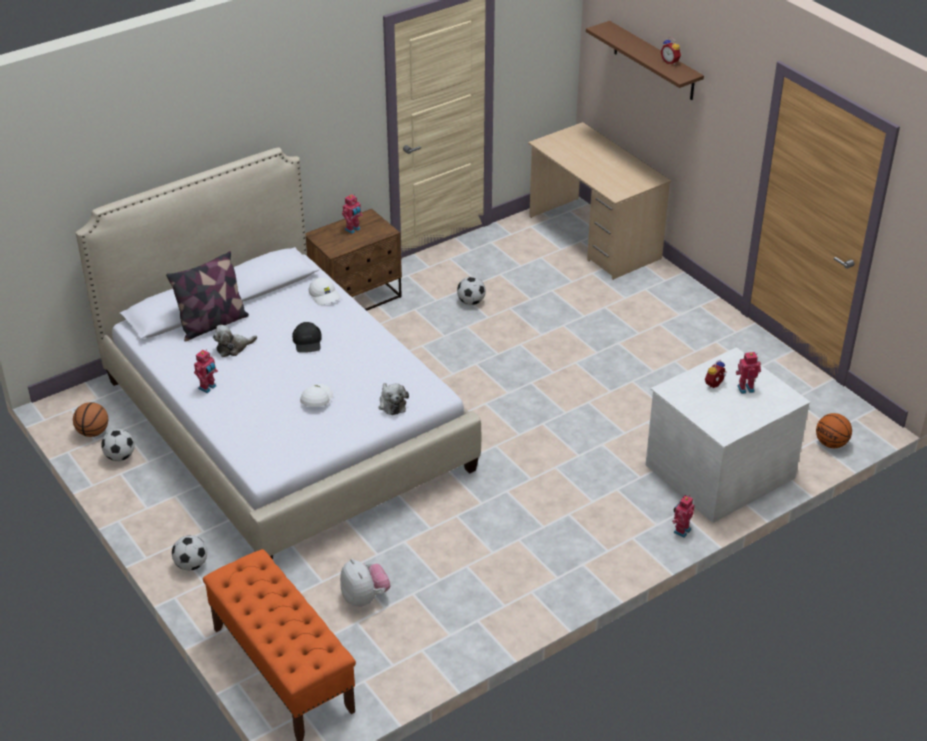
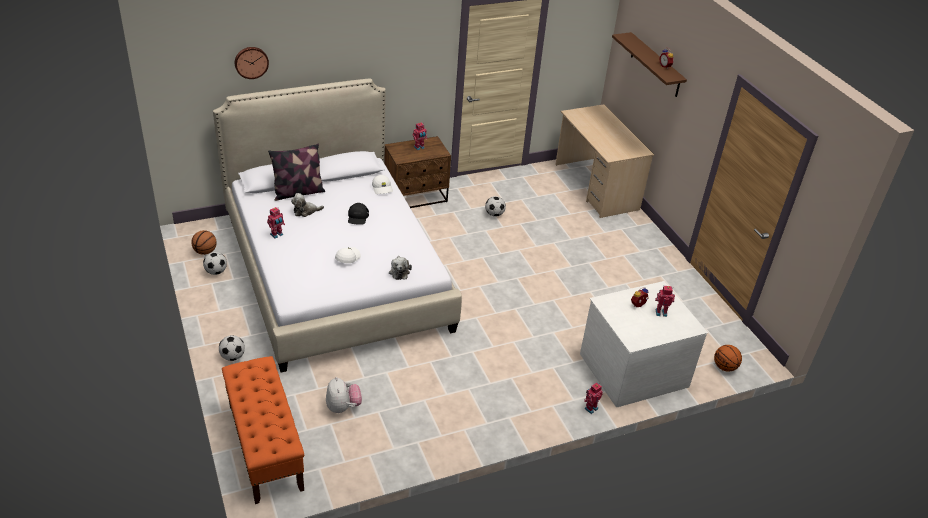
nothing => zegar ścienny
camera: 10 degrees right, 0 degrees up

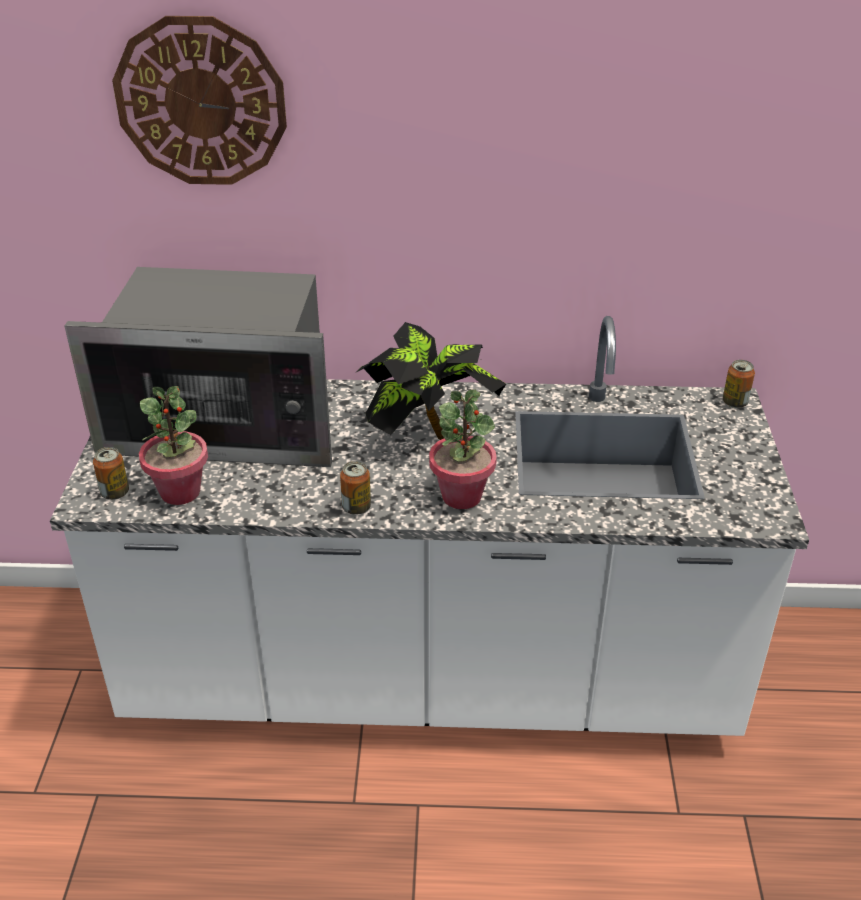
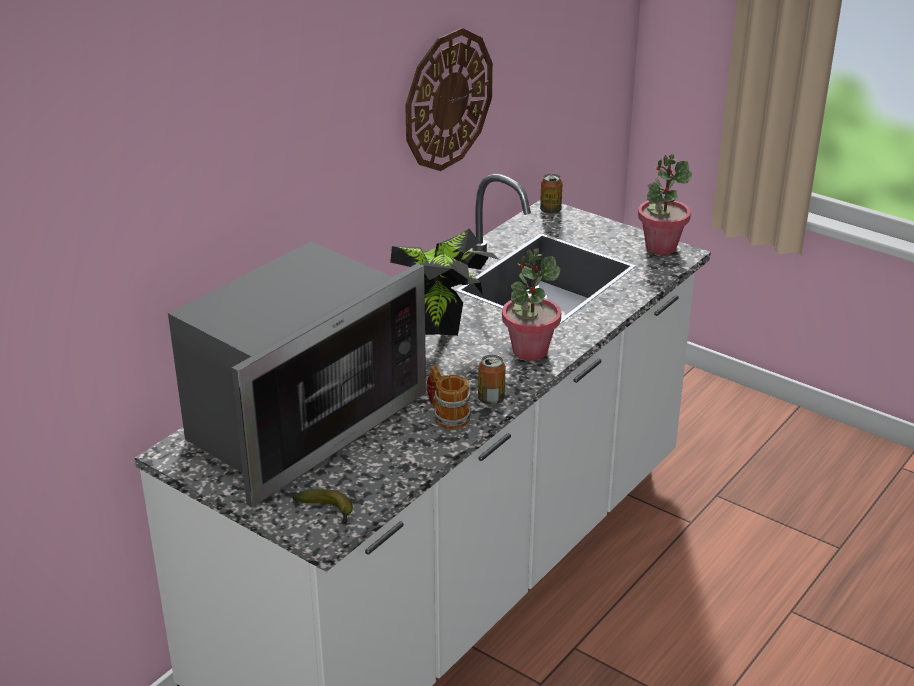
zegar ścienny, relocated
roślina doniczkowa (no. 1 from left in the first image) => roślina doniczkowa (no. 3 from left), relocated
puszka (no. 1 from left) => banan
nothing => kubek
camera: 55 degrees left, 5 degrees down

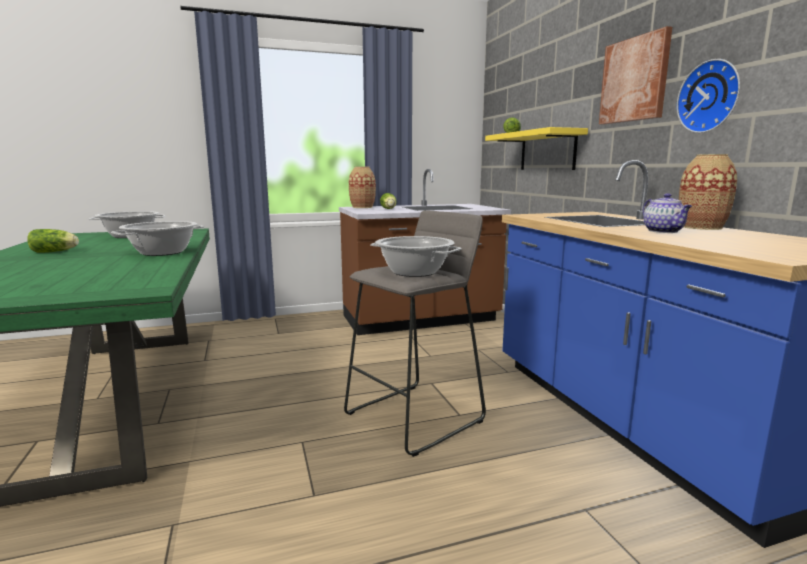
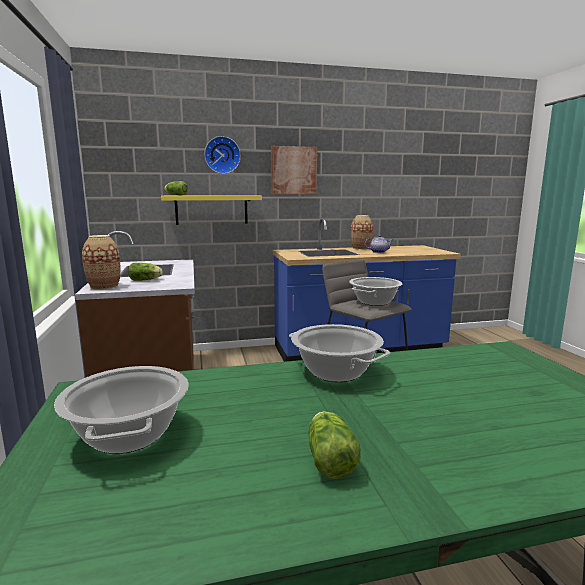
zegar ścienny, relocated
camera: 85 degrees left, 0 degrees up

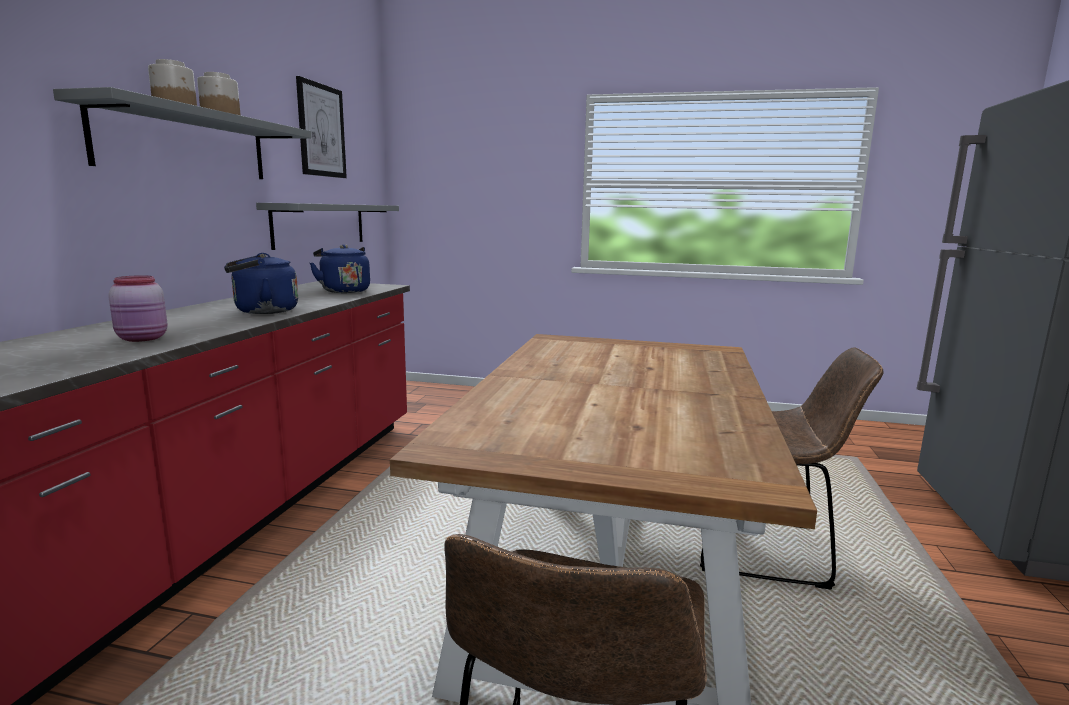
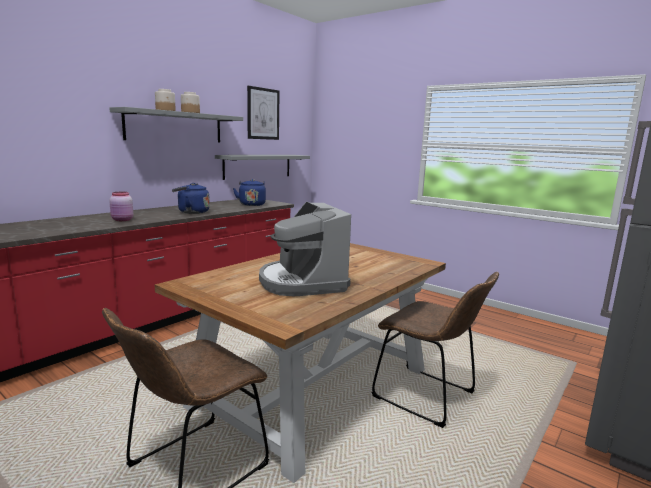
nothing => ekspres do kawy
camera: 25 degrees right, 0 degrees up

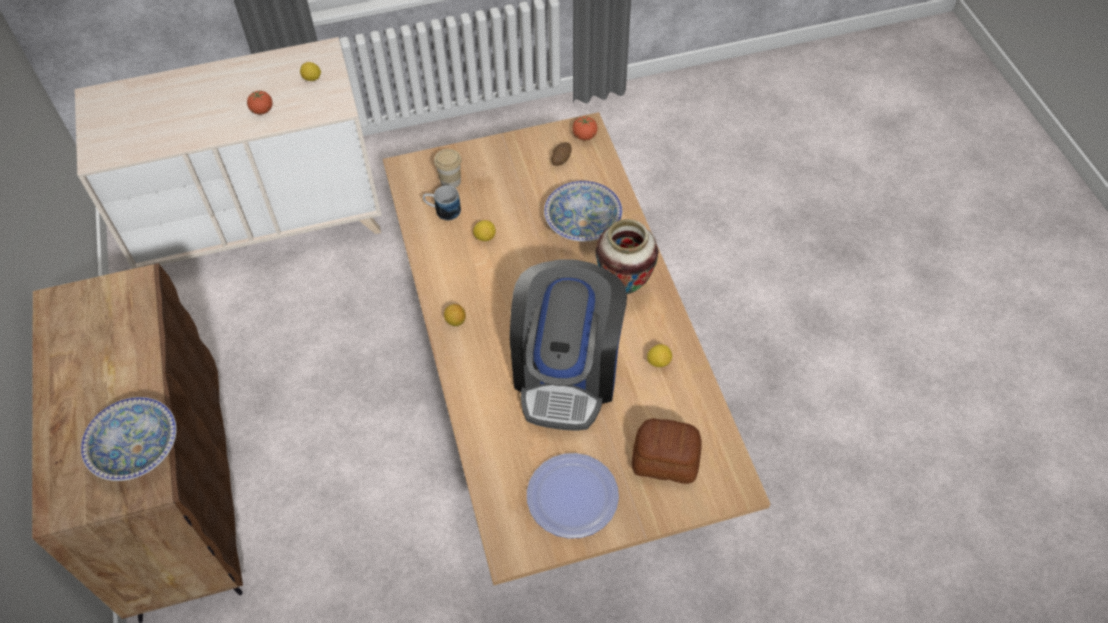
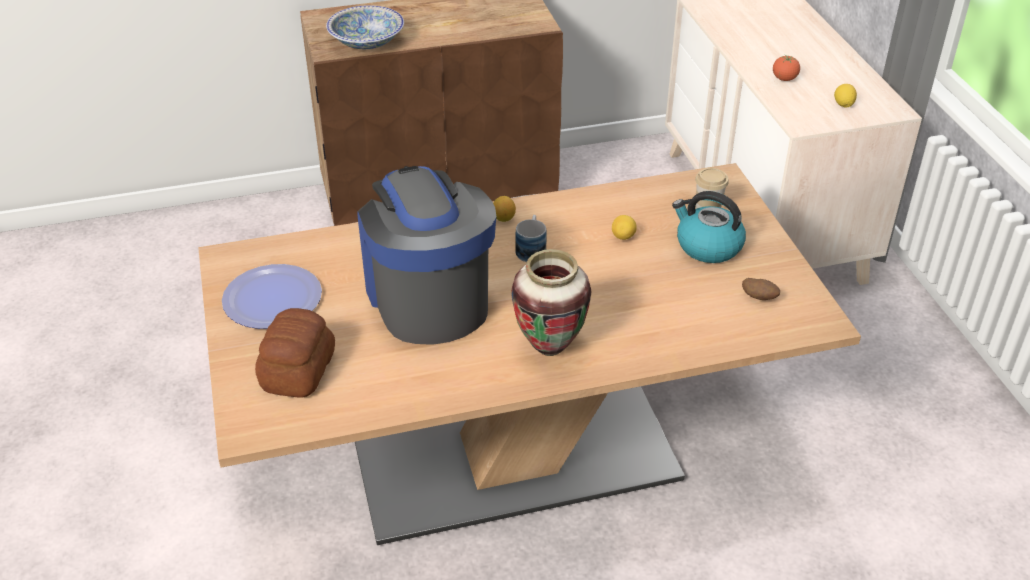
pomidor (no. 2 from left) => nothing
miska (no. 2 from left) => nothing
kubek, relocated
ekspres do kawy, 60 degrees clockwise
cytryna (no. 4 from left) => nothing
nothing => czajnik
camera: 90 degrees right, 15 degrees down

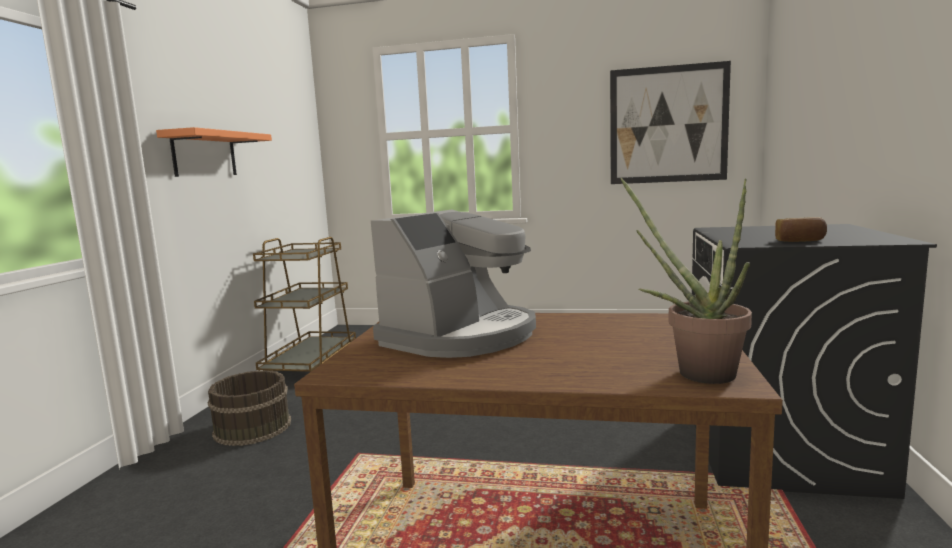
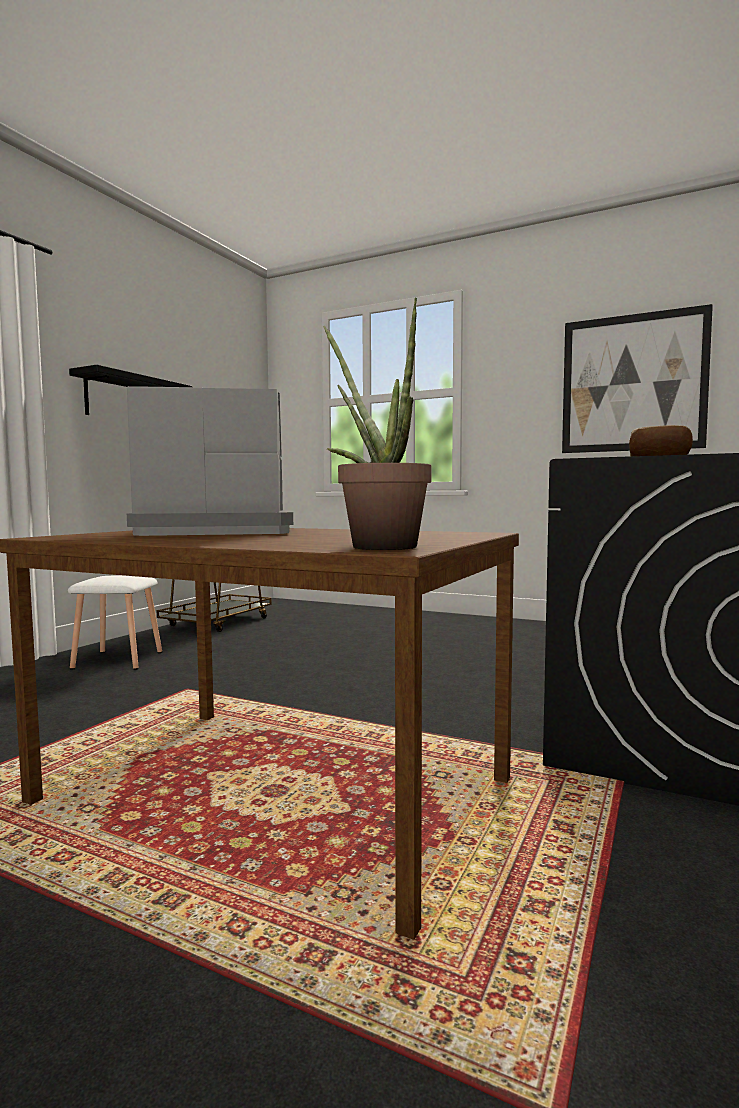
półka/pomarańczowy => półka/czarny
ekspres do kawy, 150 degrees counterclockwise
wiadro/brązowy => stołek/biały
camera: 15 degrees right, 5 degrees down

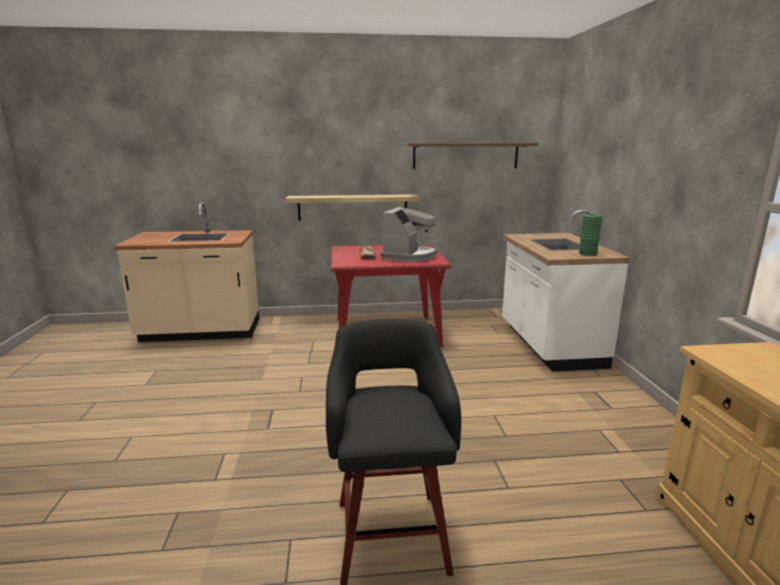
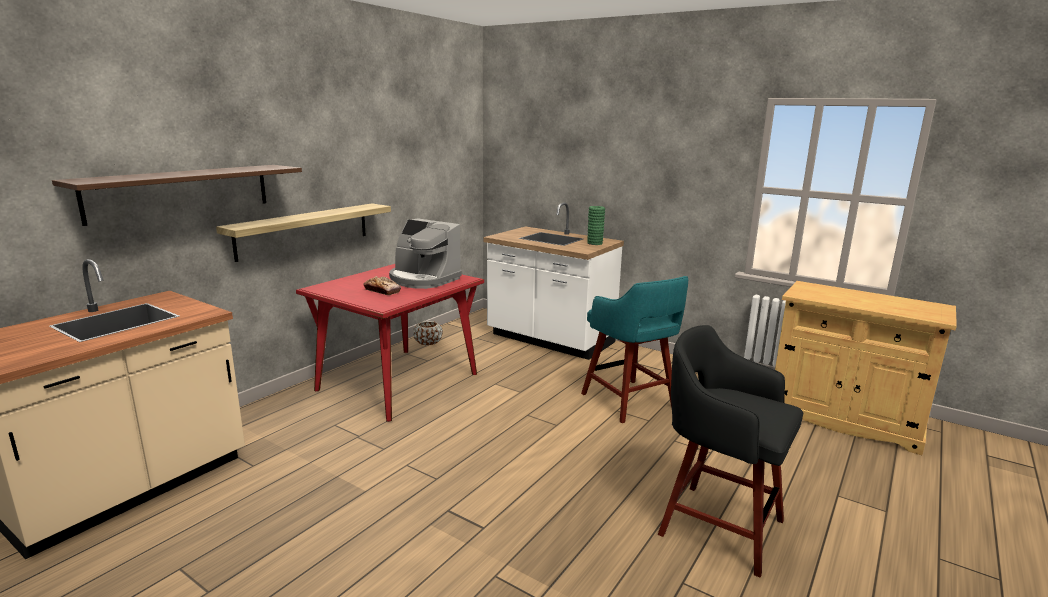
półka (no. 2 from left in the first image) => półka (no. 1 from left), relocated
ekspres do kawy, 150 degrees clockwise
nothing => stołek/turkusowy
nothing => donica/brązowy
camera: 50 degrees left, 0 degrees up

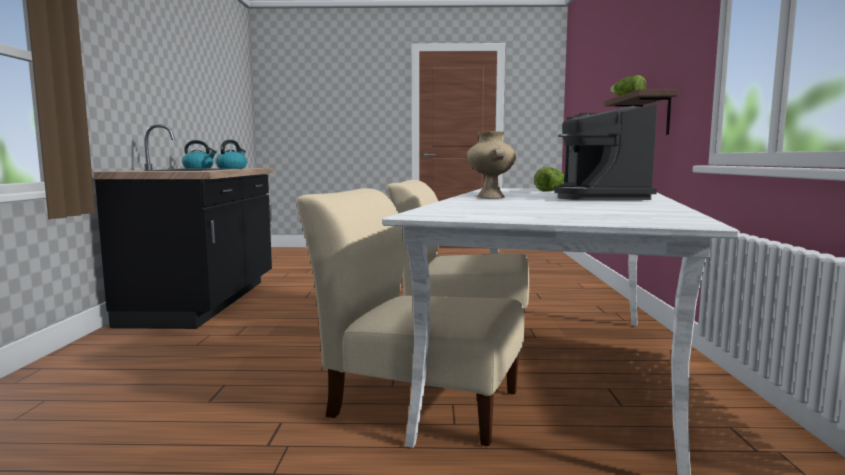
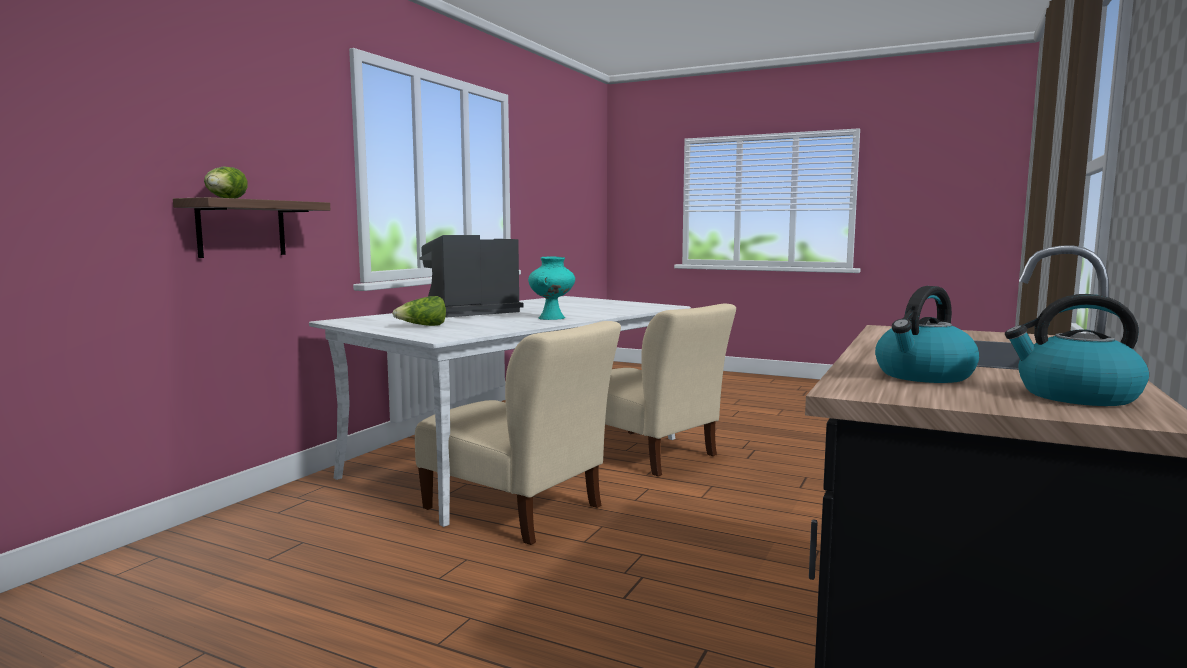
ekspres do kawy, 150 degrees counterclockwise
wazon/beżowy => wazon/turkusowy
camera: 155 degrees left, 0 degrees up

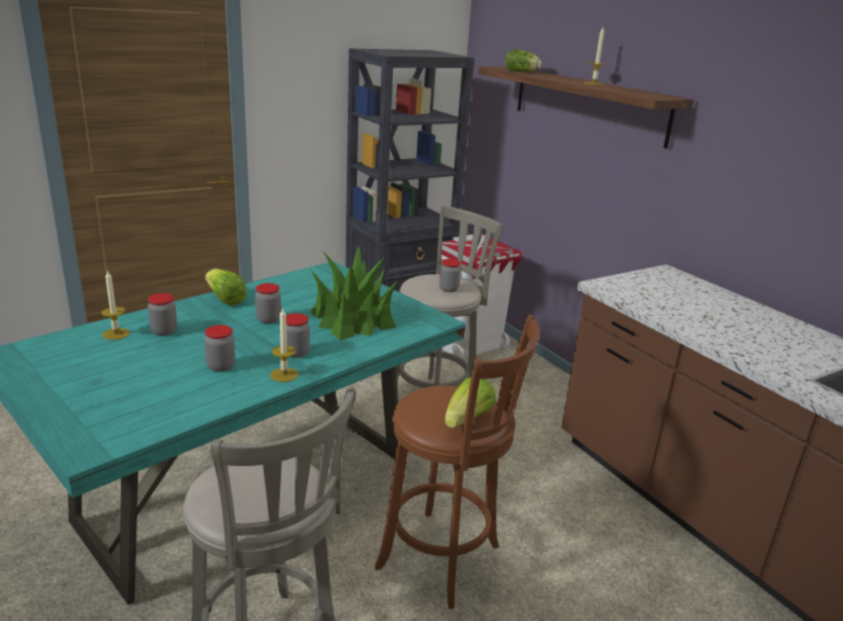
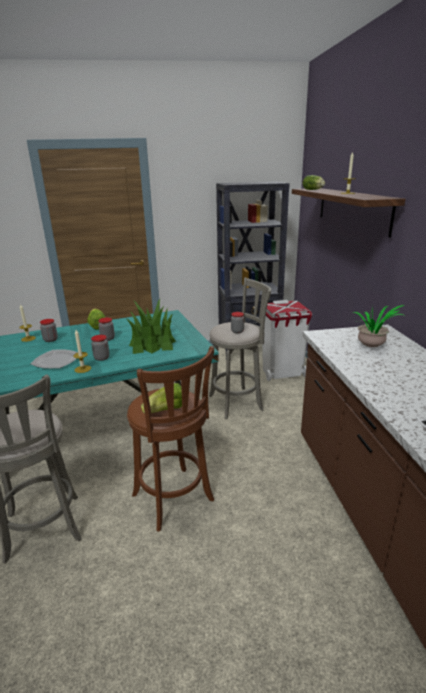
słoik (no. 2 from left) => talerz
nothing => roślina doniczkowa (no. 2 from left)
camera: 25 degrees right, 0 degrees up

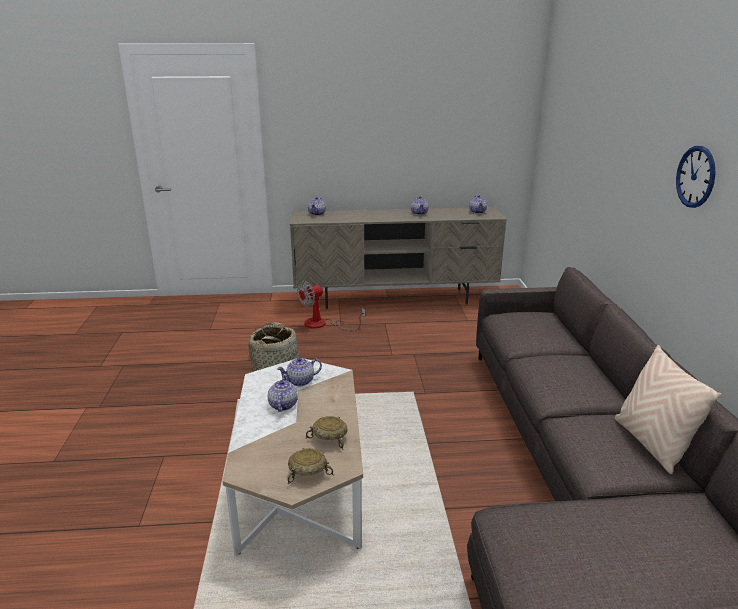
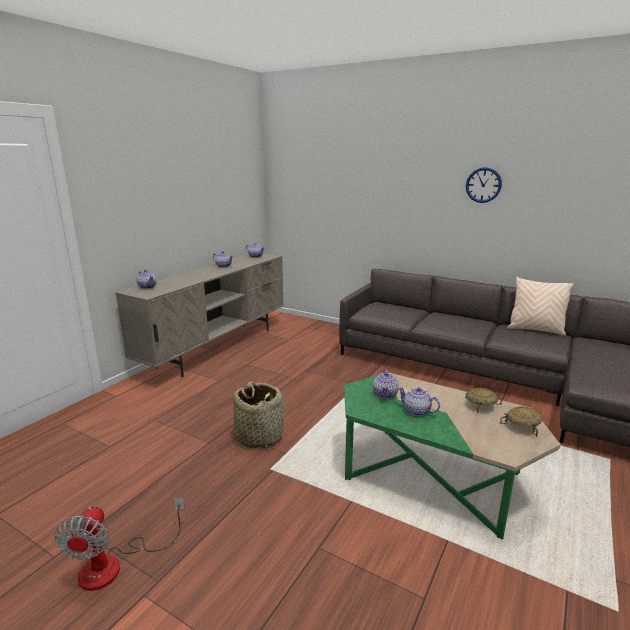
wentylator, relocated
ława/biały => ława/zielony
camera: 55 degrees left, 5 degrees down

